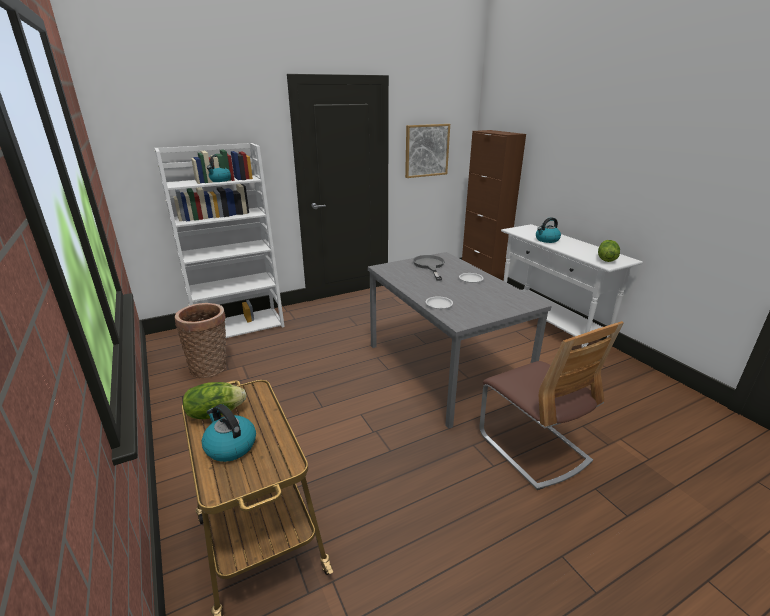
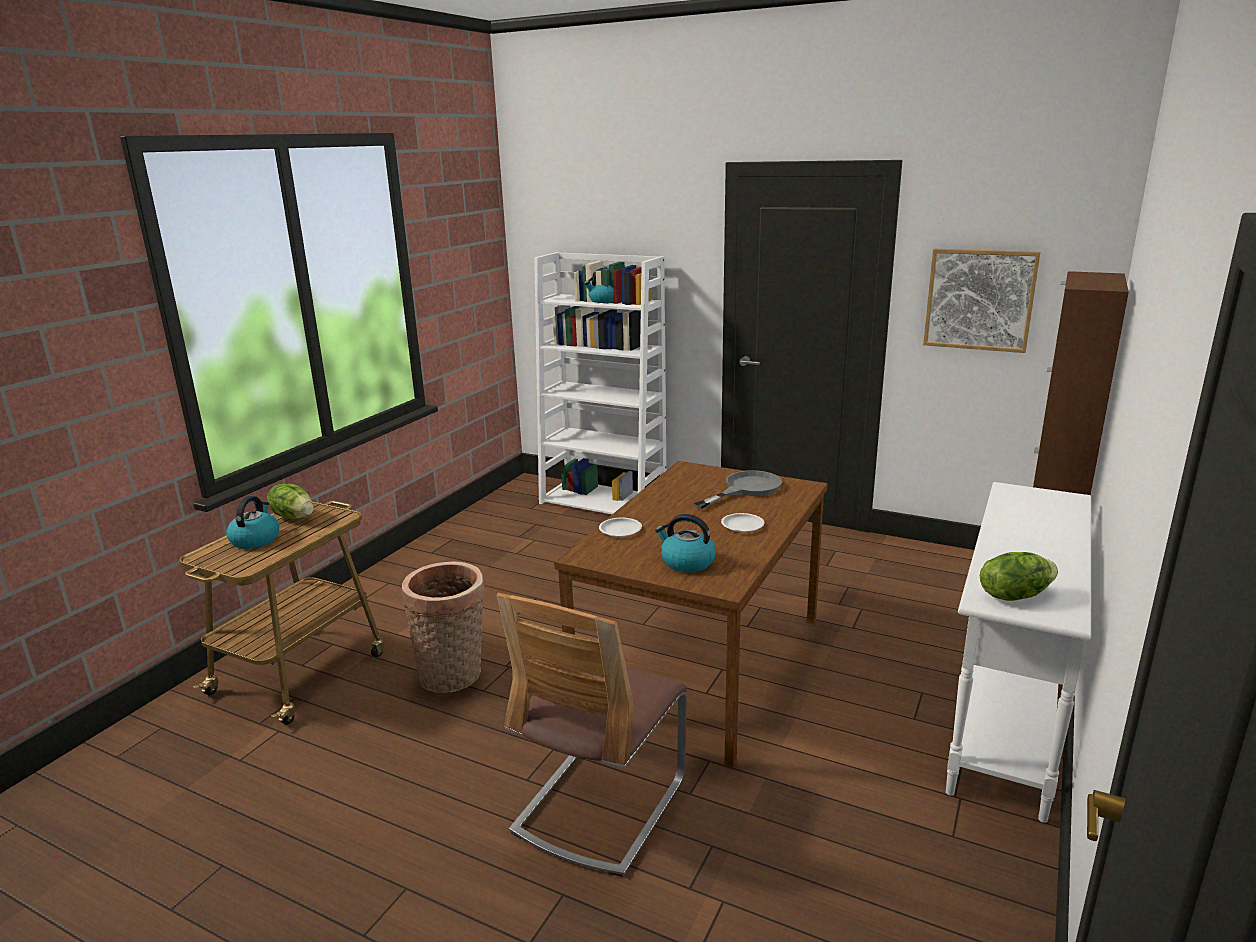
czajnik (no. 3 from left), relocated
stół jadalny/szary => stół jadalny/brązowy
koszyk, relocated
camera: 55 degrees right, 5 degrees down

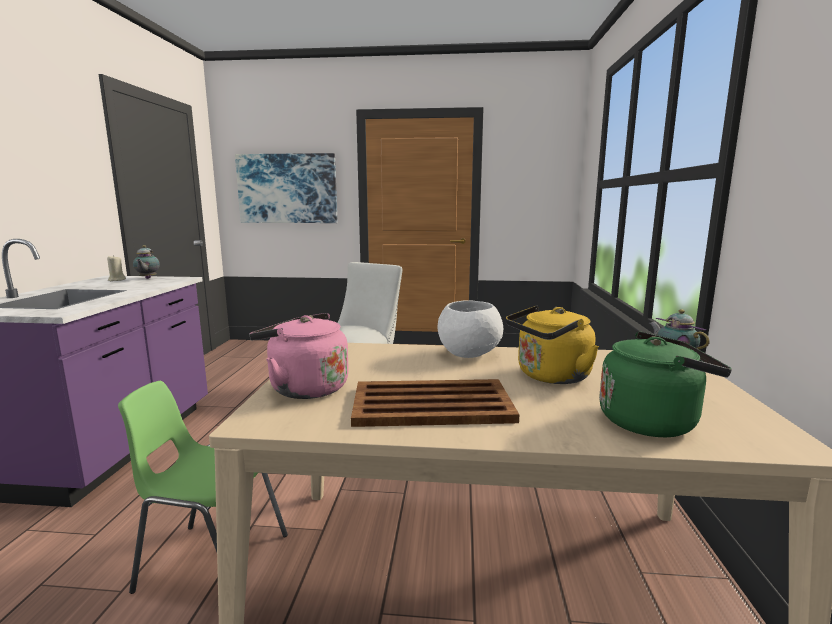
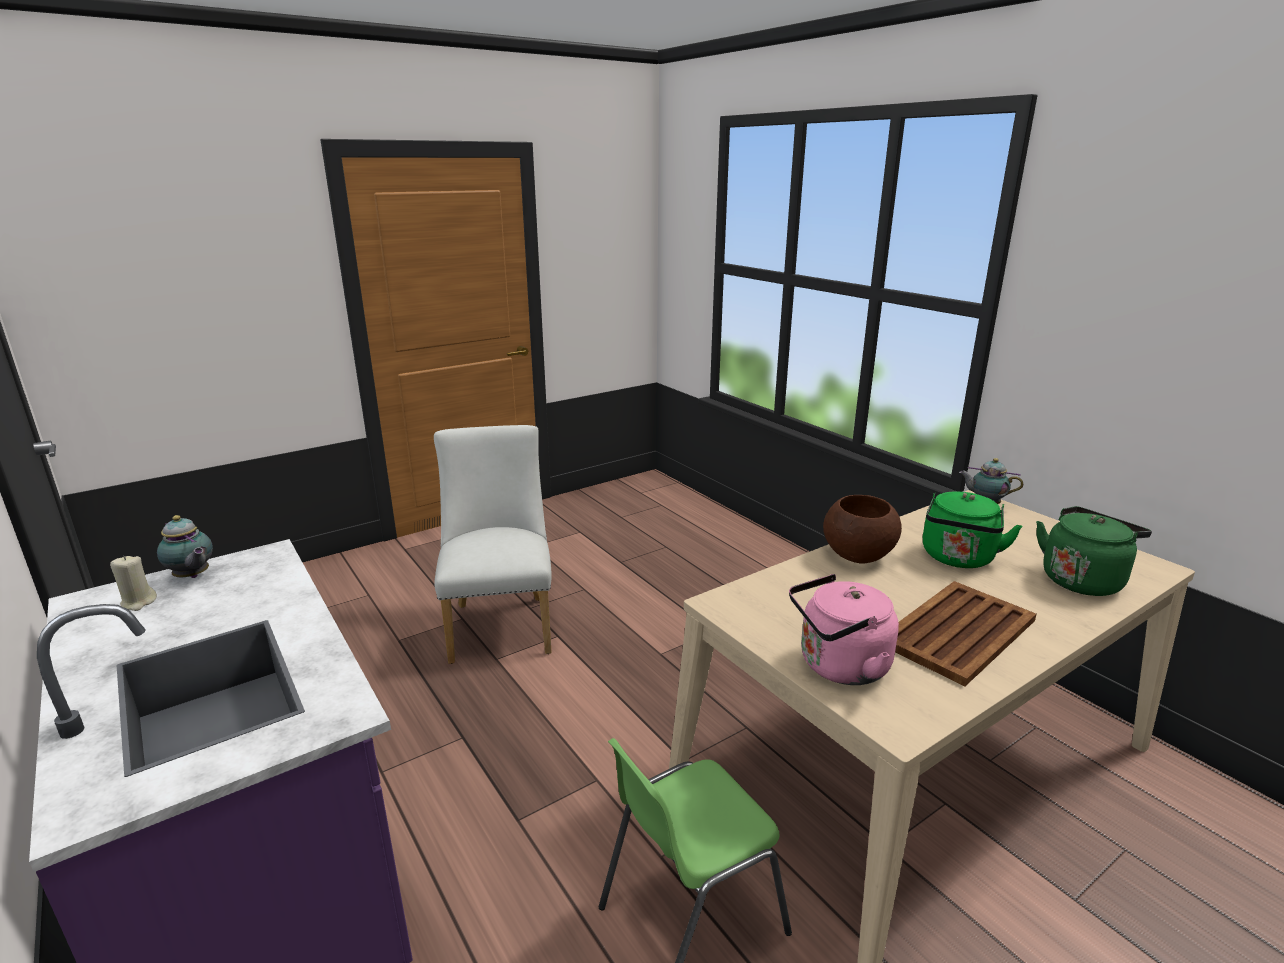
obraz => nothing
miska/biały => miska/brązowy
czajnik/żółty => czajnik/zielony (no. 1 from left)
camera: 40 degrees left, 10 degrees up

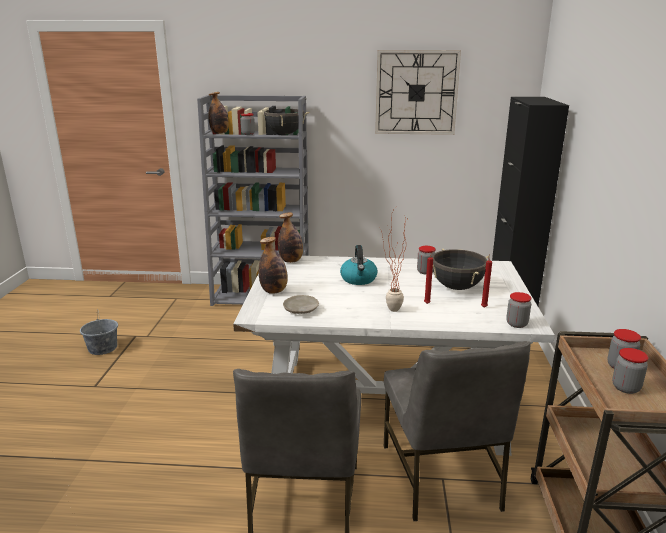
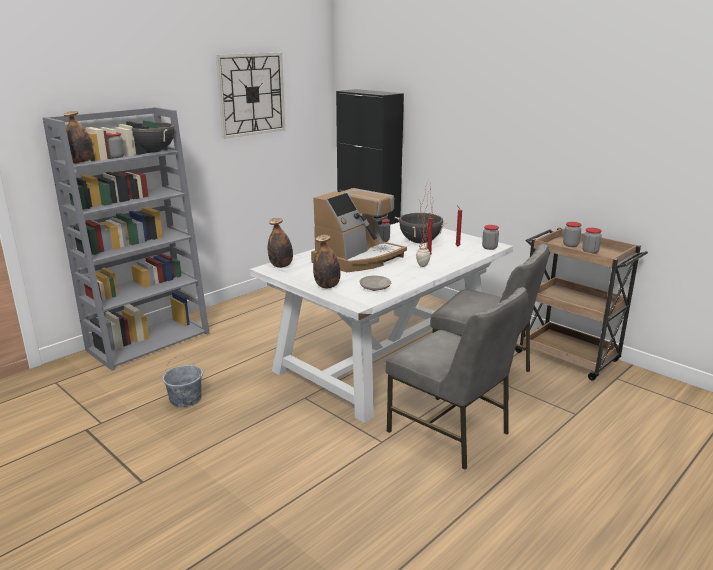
czajnik => ekspres do kawy
wiadro/szary, relocated
camera: 50 degrees left, 0 degrees up

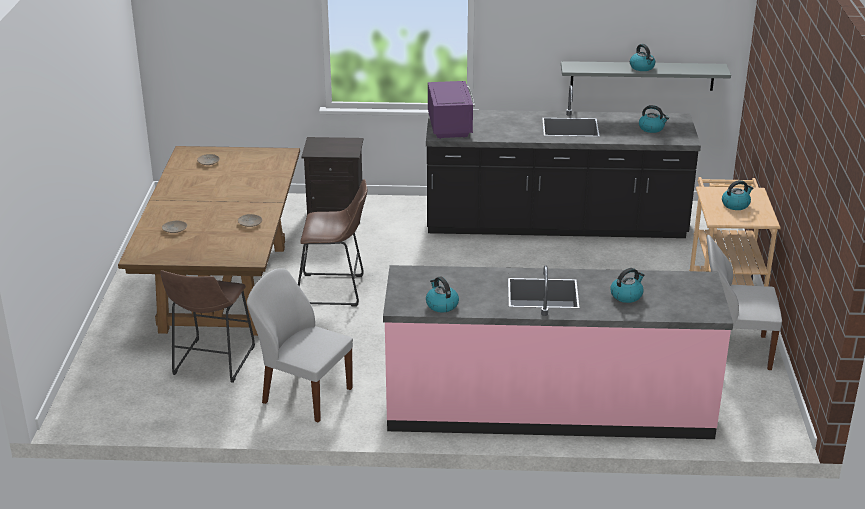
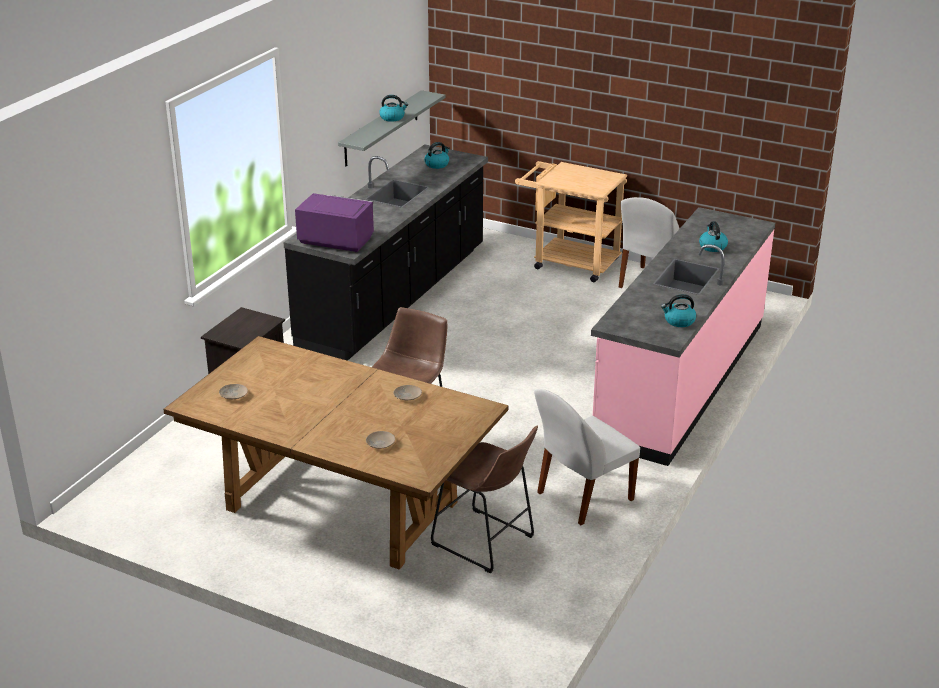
czajnik (no. 5 from left) => nothing
camera: 65 degrees left, 0 degrees up

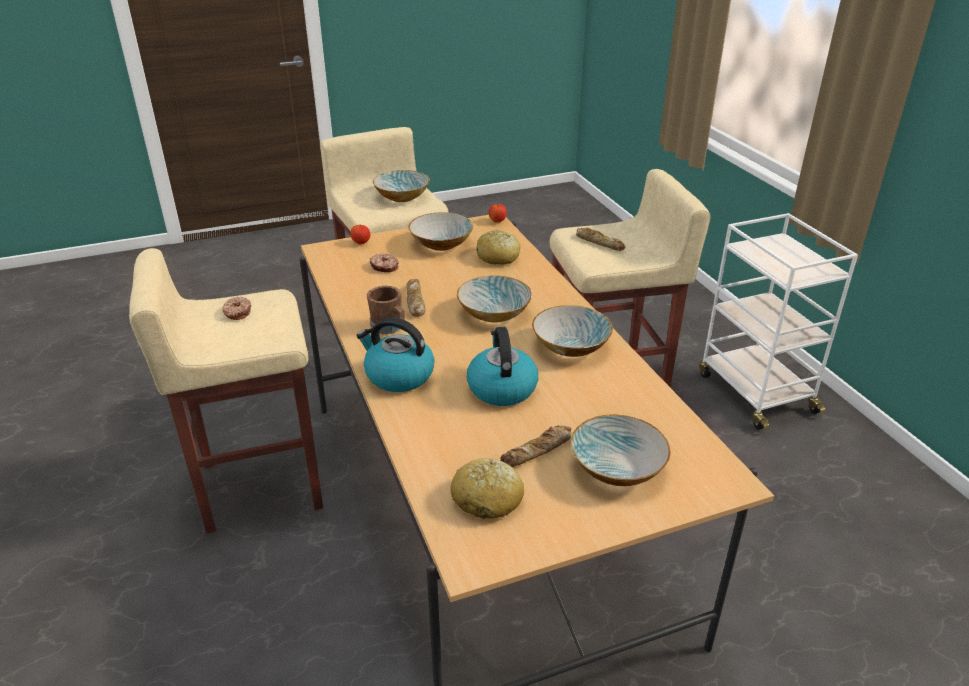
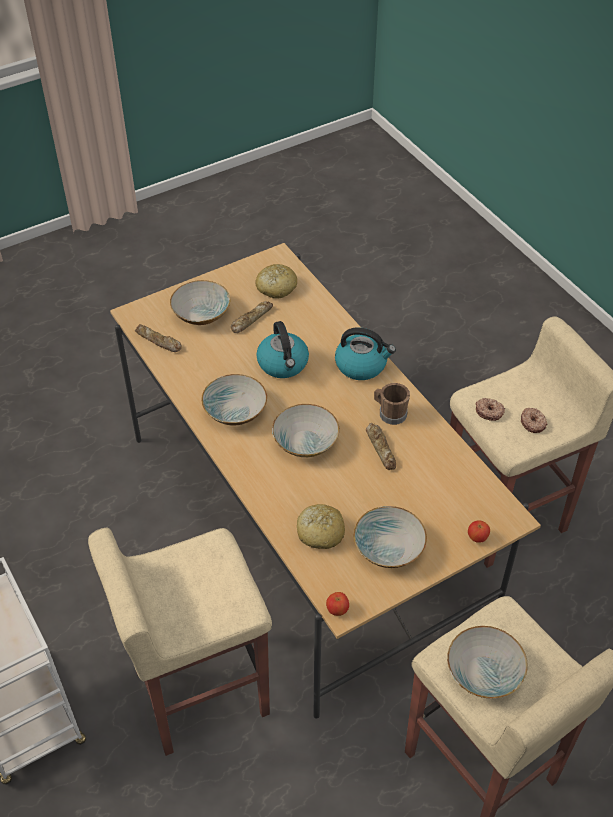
chleb (no. 5 from left in the first image) => chleb (no. 1 from left), relocated
donut (no. 2 from left in the first image) => donut (no. 1 from left), relocated
camera: 170 degrees right, 15 degrees up

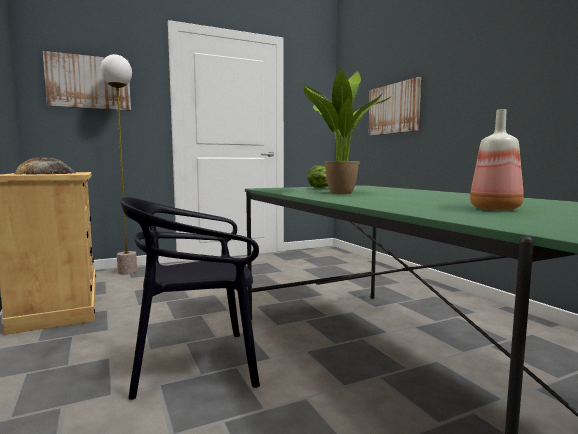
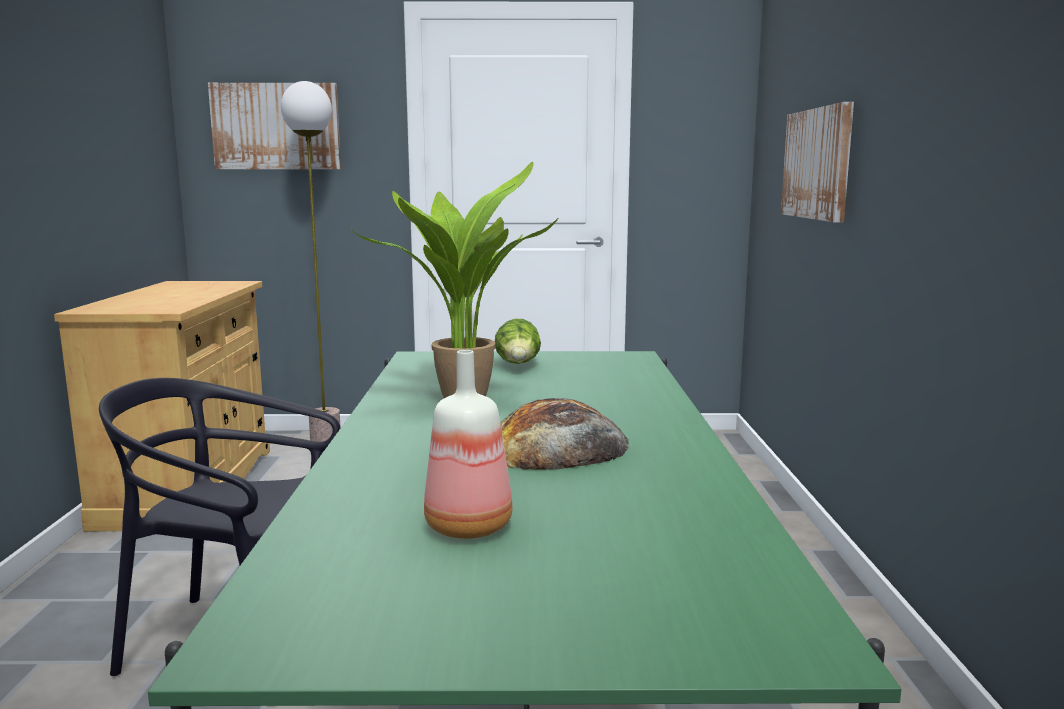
chleb, relocated
camera: 25 degrees right, 5 degrees up

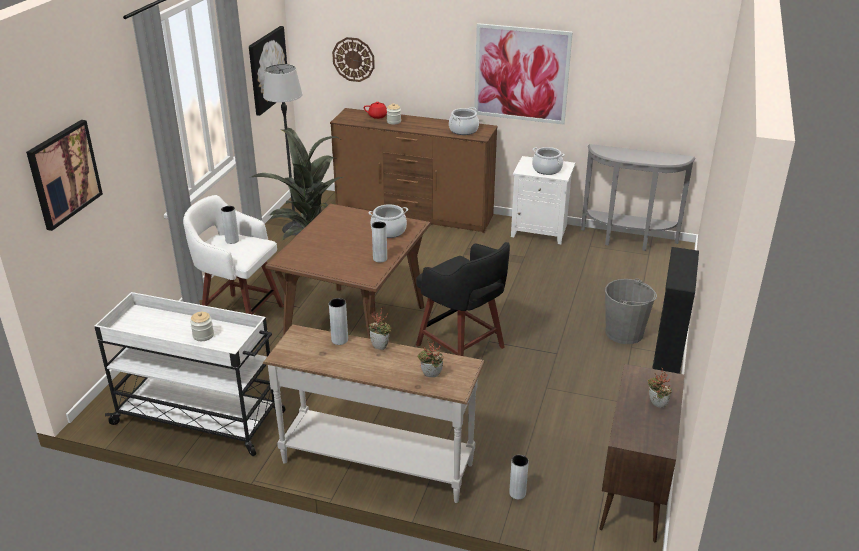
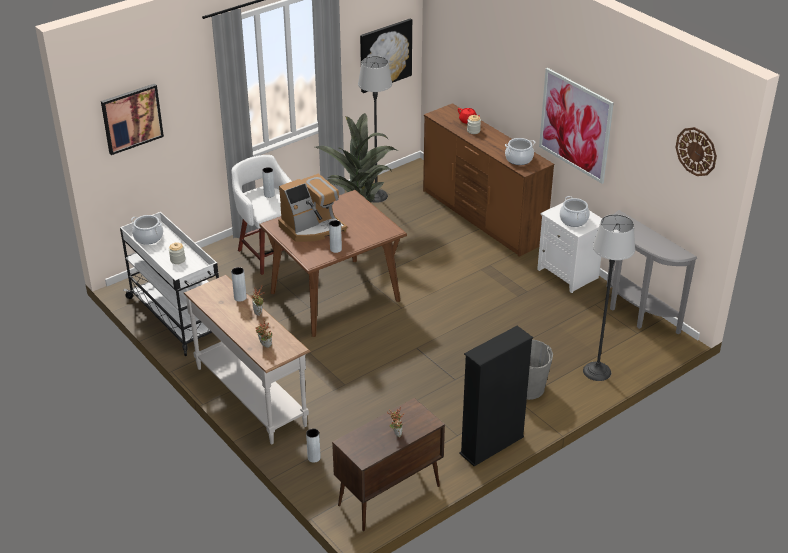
zegar ścienny, relocated
garnek (no. 1 from left), relocated
stołek/czarny => nothing
nothing => ekspres do kawy
nothing => lampa stojąca (no. 2 from left)
camera: 35 degrees right, 5 degrees up

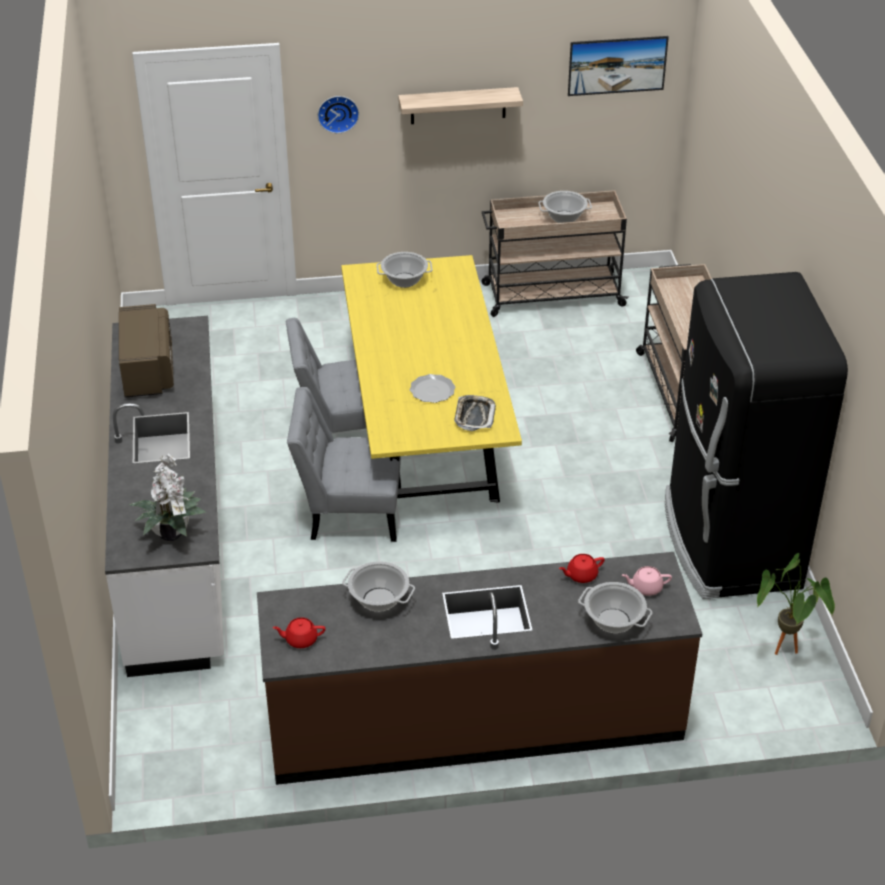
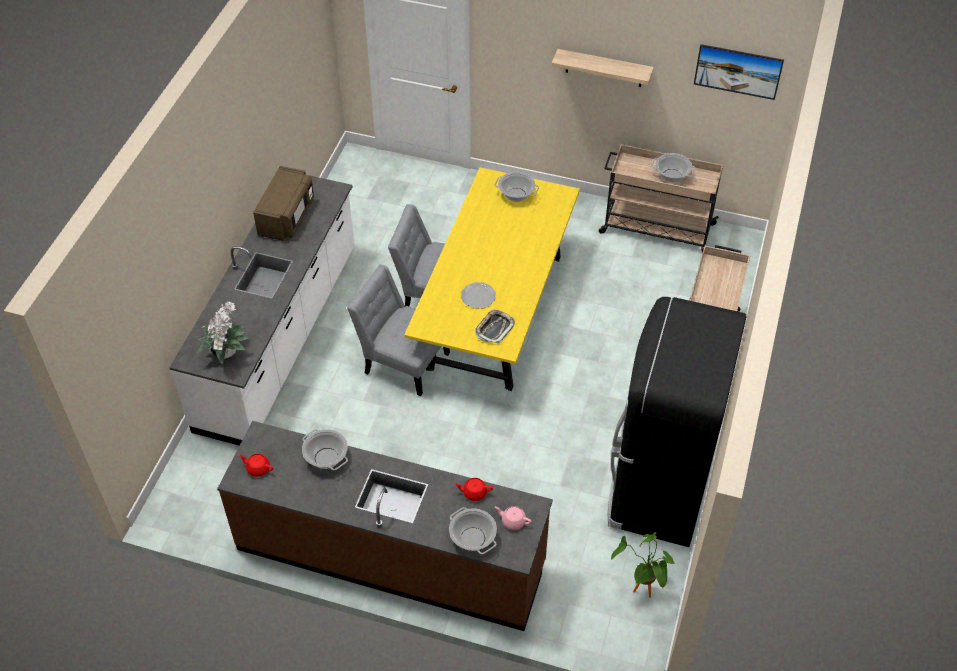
zegar ścienny => nothing
camera: 25 degrees right, 10 degrees up

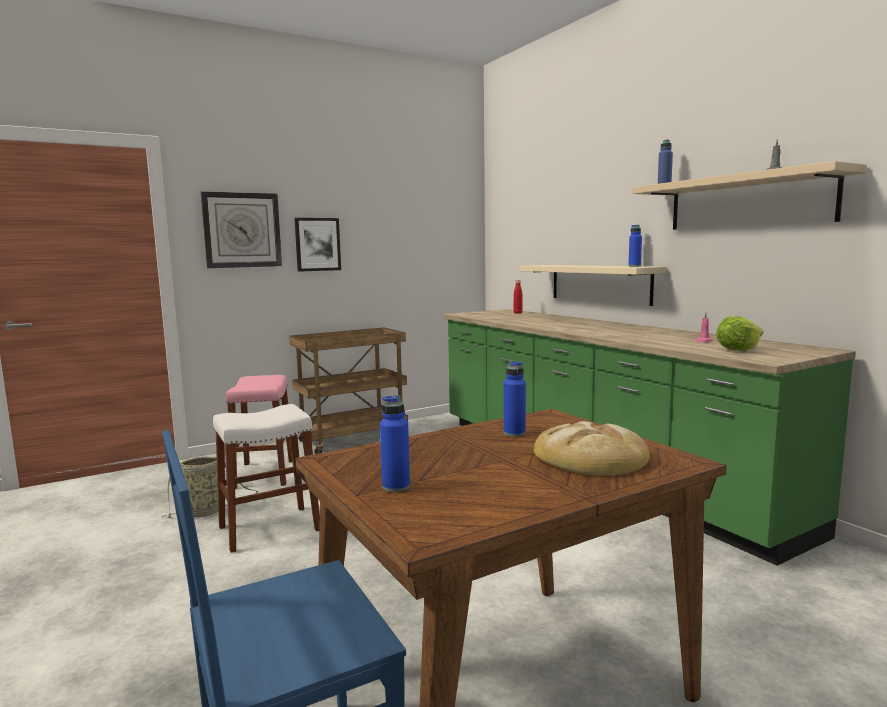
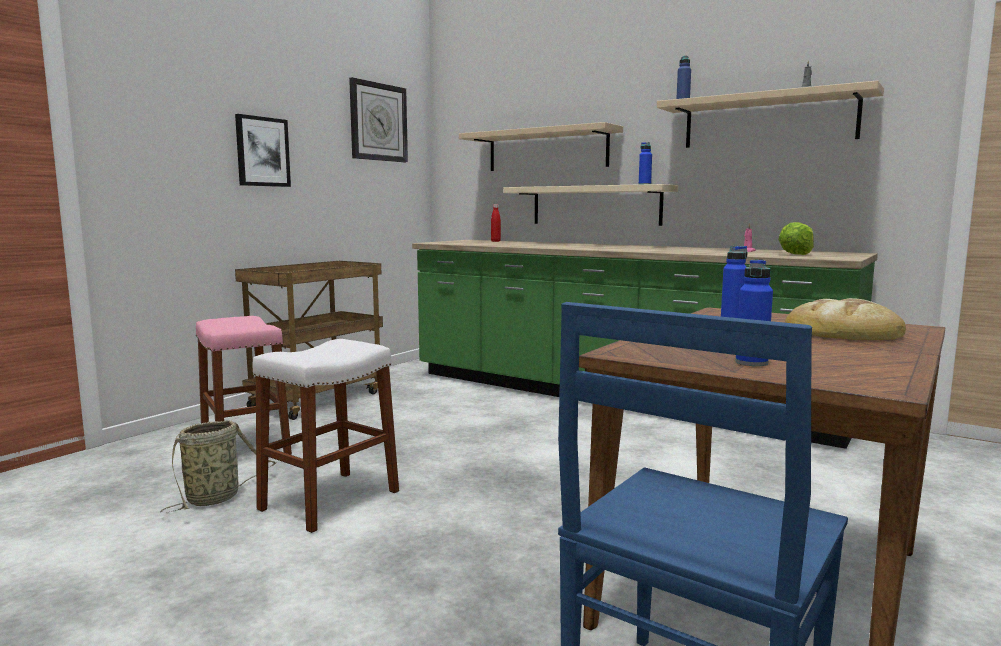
zegar ścienny, relocated
nothing => półka/beżowy (no. 1 from left)
camera: 25 degrees left, 0 degrees up

